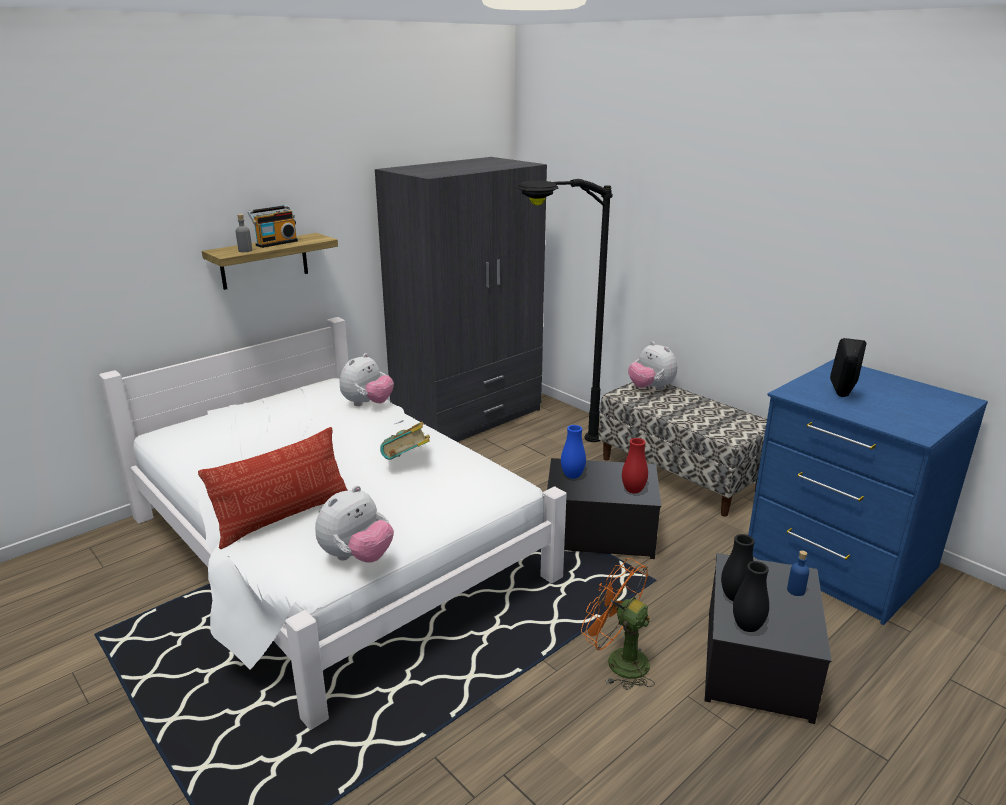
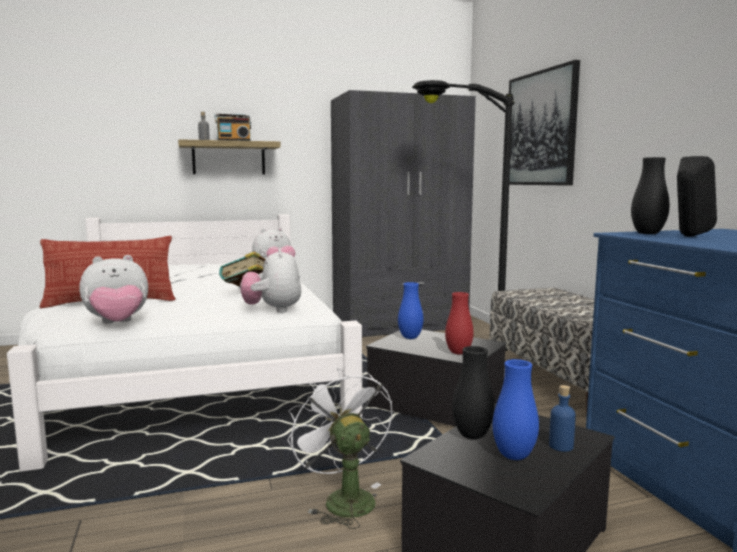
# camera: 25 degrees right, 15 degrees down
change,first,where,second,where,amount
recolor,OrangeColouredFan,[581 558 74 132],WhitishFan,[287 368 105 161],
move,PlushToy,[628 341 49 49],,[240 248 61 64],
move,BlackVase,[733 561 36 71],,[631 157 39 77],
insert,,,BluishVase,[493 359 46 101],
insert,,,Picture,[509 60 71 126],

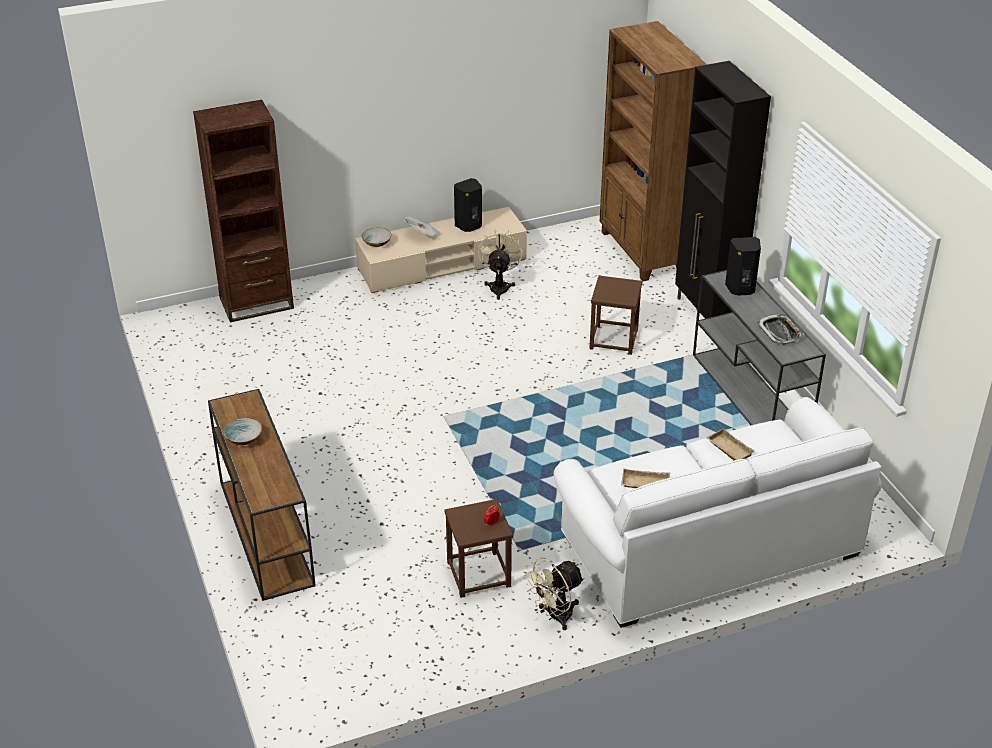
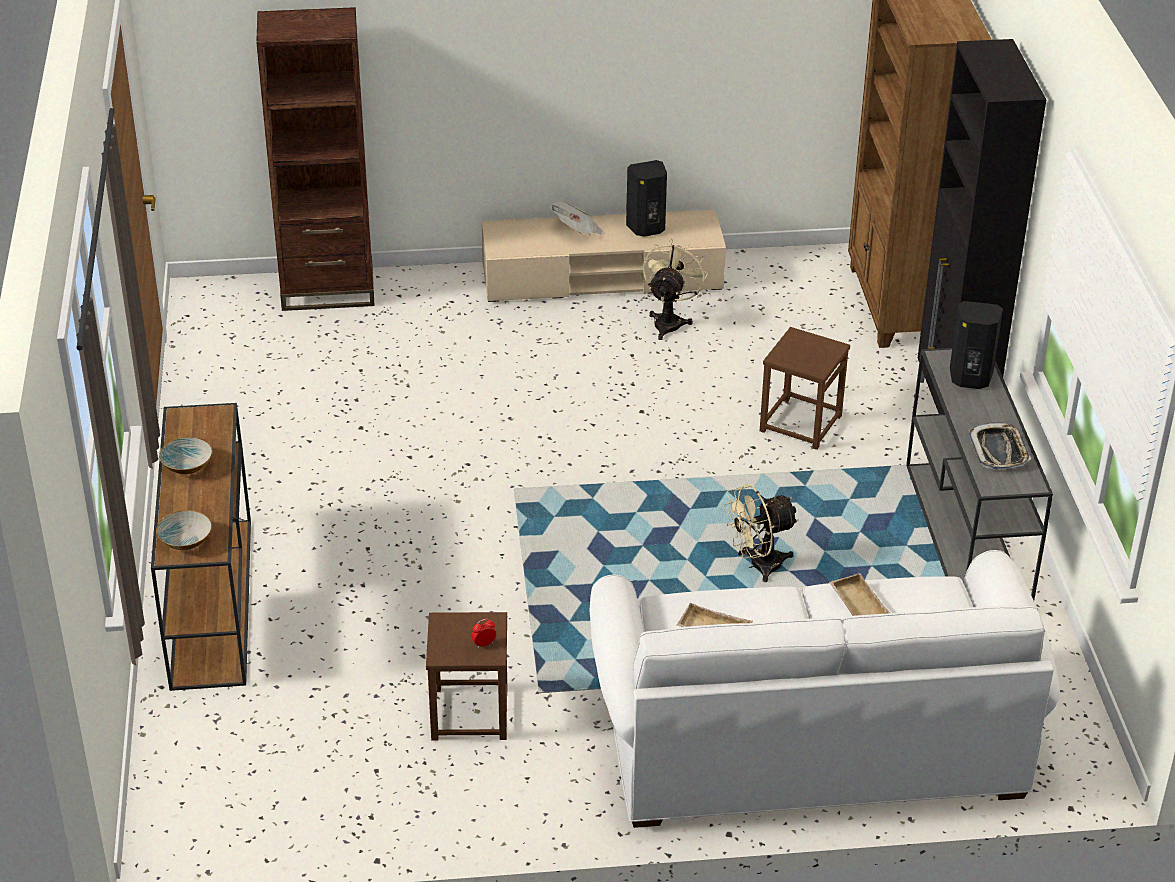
# camera: 15 degrees right, 0 degrees up
change,first,where,second,where,amount
move,DeepDish,[362 228 30 19],,[156 510 56 40],
move,BeigeFan,[523 558 61 72],,[723 484 76 98],

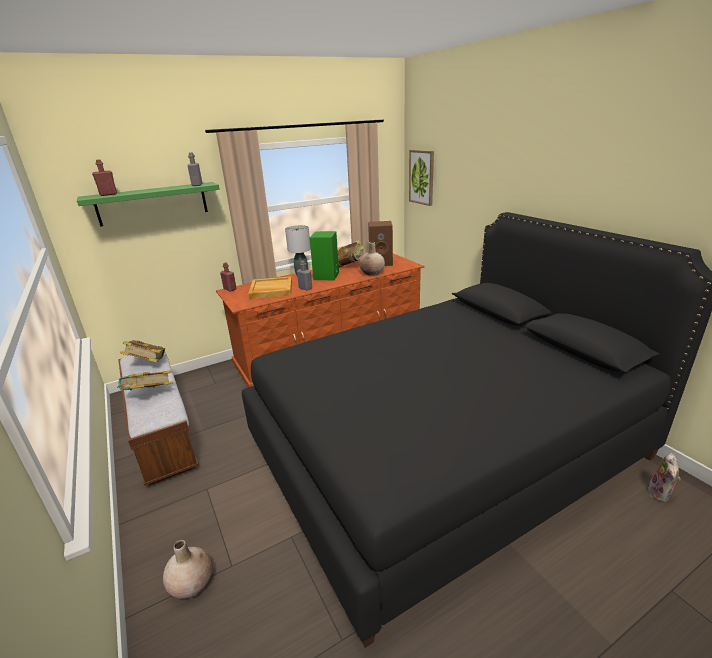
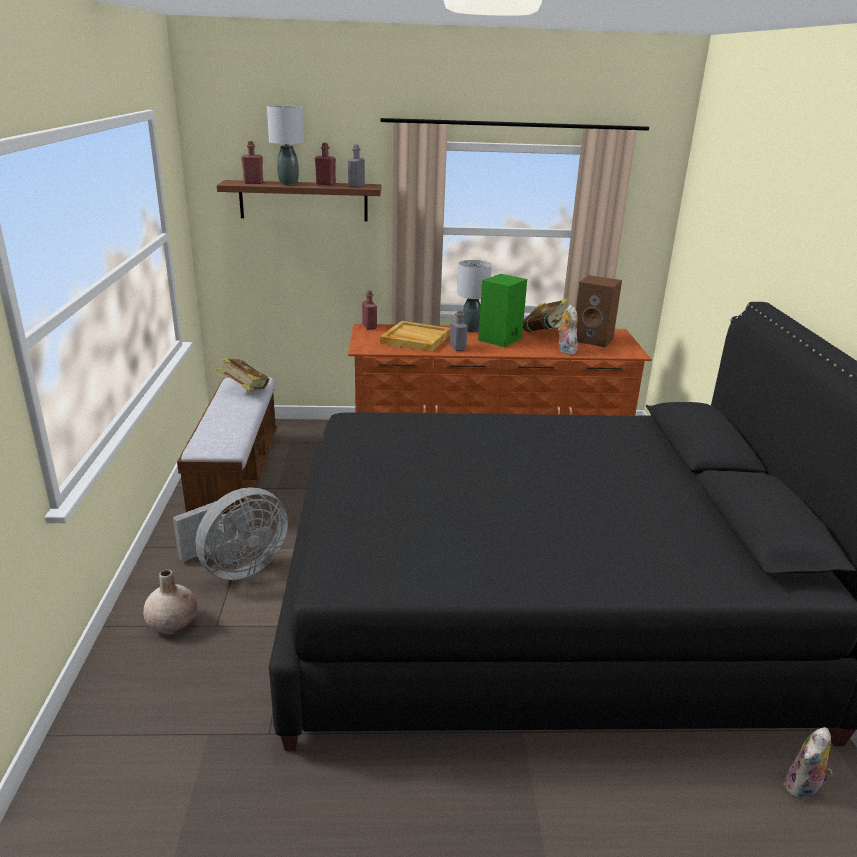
# camera: 25 degrees right, 0 degrees up
change,first,where,second,where,amount
recolor,GreenWallShelf,[77 182 143 45],BrownColouredWallShelf,[217 180 164 41],
delete,BoundBook,[117 370 56 20],,,
replace,BeigeVase,[359 242 26 34],PlushToy,[558 305 20 50],
delete,Picture,[409 150 25 56],,,
insert,,,GreyFan,[173 487 115 93],
insert,,,GreyTabletopLamp,[267 105 37 80],
insert,,,ReddishBottle,[315 143 21 42],

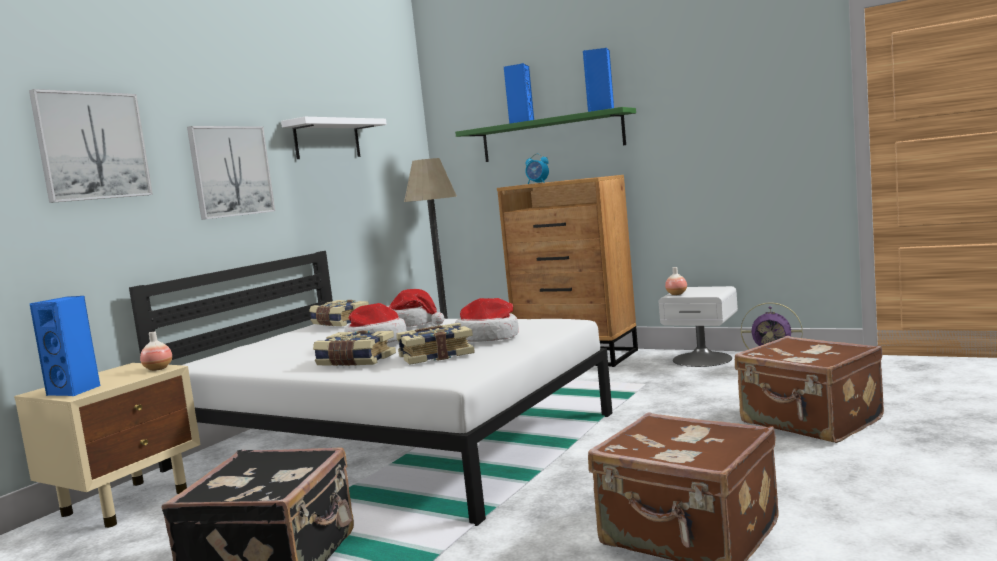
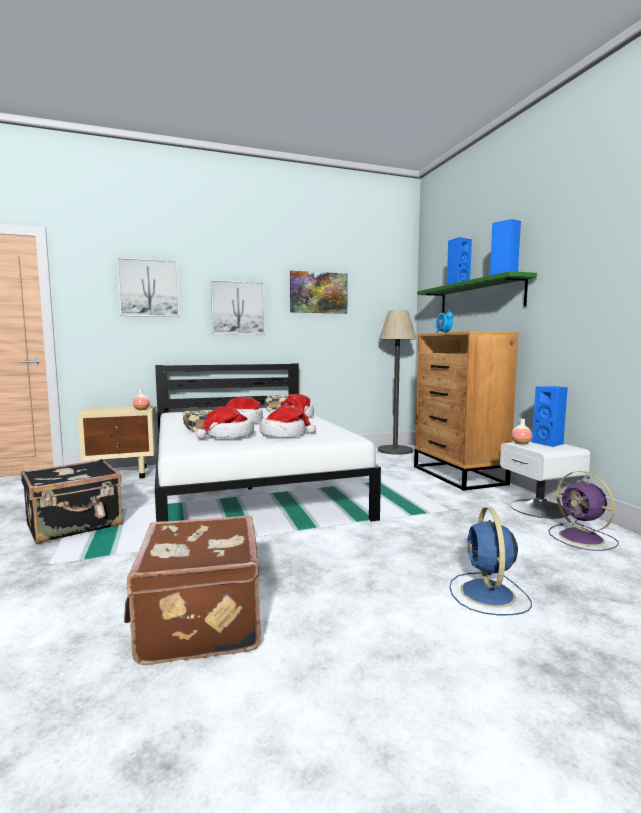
# camera: 40 degrees right, 0 degrees up
change,first,where,second,where,amount
move,BluishAudioSpeaker,[29 296 71 100],,[532 386 36 61],
replace,WhitishWallShelf,[281 117 106 42],Picture,[290 271 58 43],
replace,BoundBook,[397 323 78 42],Hat,[196 406 58 33],
replace,BrownColouredPieceOfLuggage,[735 336 149 107],BluishFan,[449 507 83 108],

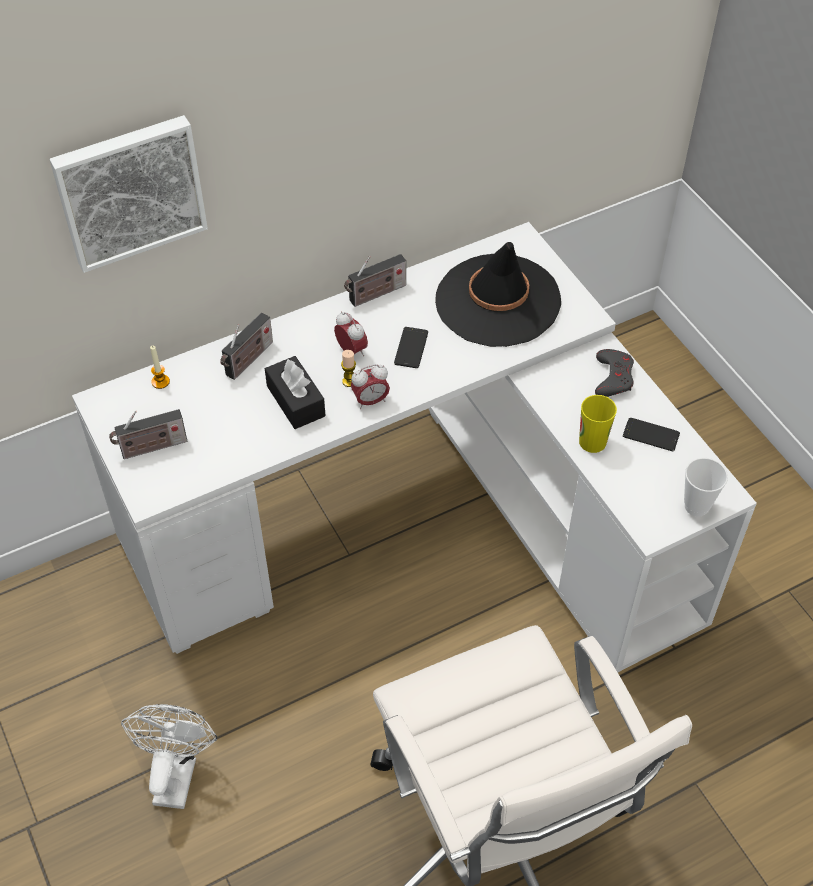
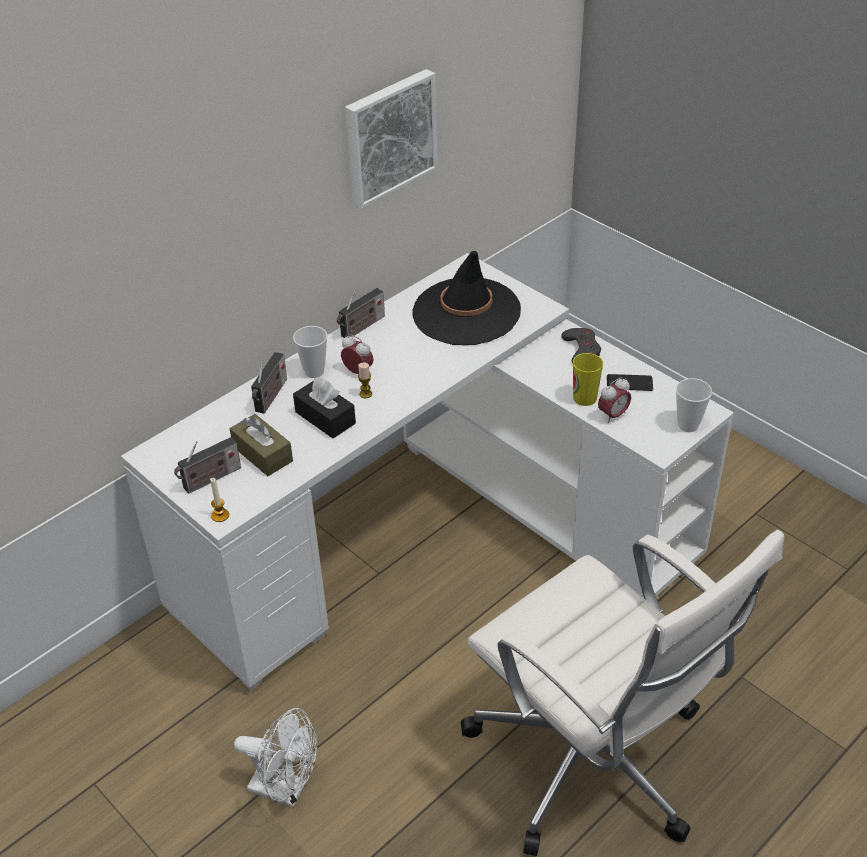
# camera: 15 degrees left, 10 degrees down
change,first,where,second,where,amount
move,Picture,[49 115 159 158],,[345 69 93 140],
rotate,WhitishFan,[121 704 96 105],,[234 708 83 99],120 degrees clockwise
move,WaxLight,[150 345 20 44],,[210 478 19 44],
move,TableClock,[351 364 39 45],,[598 377 33 46],
delete,Handset,[394 327 34 41],,,
insert,,,BrownColouredTissueHolder,[230 414 63 62],
insert,,,SmallCup,[293 326 34 52],

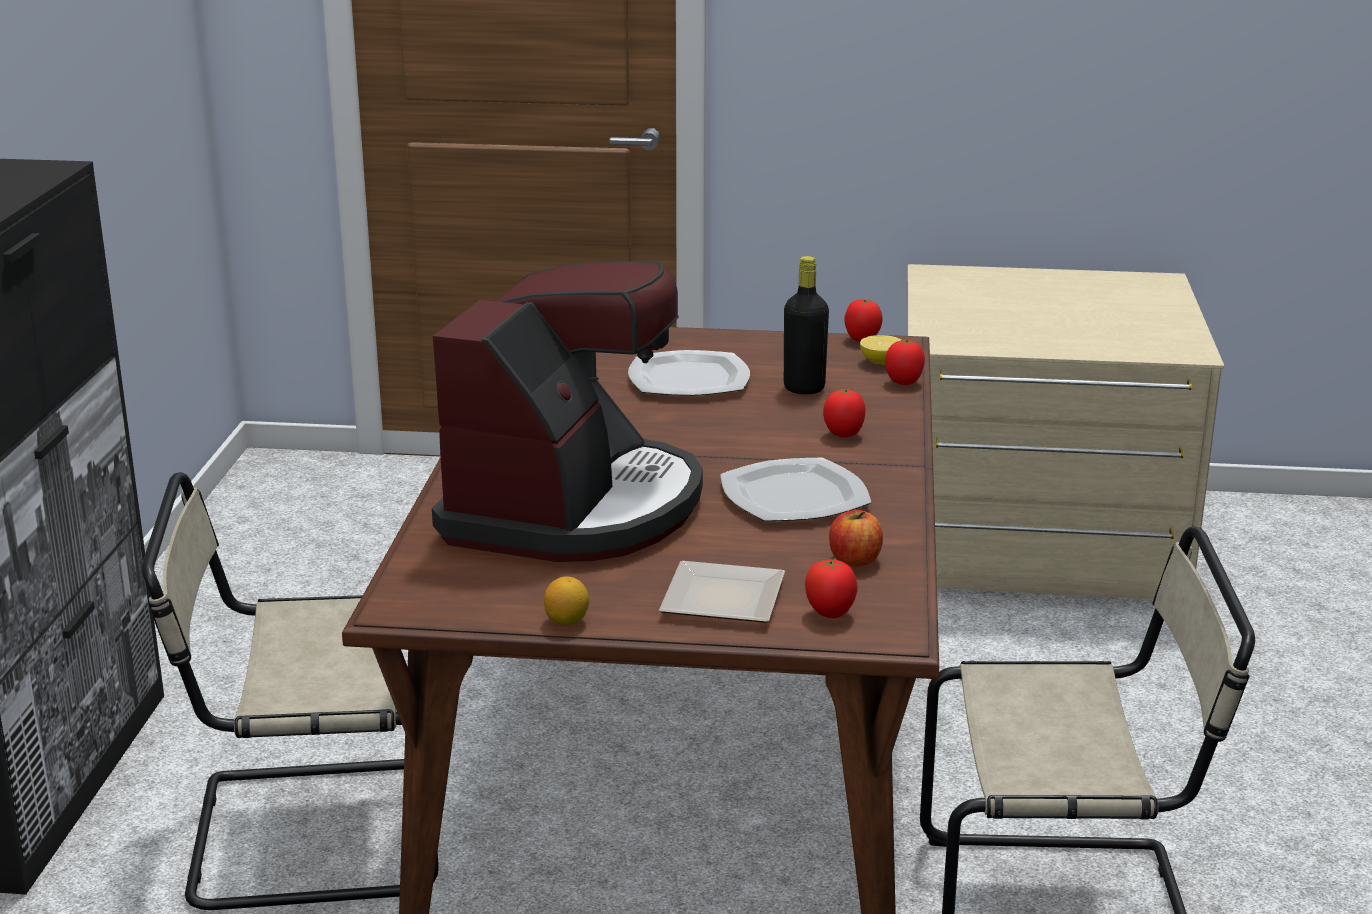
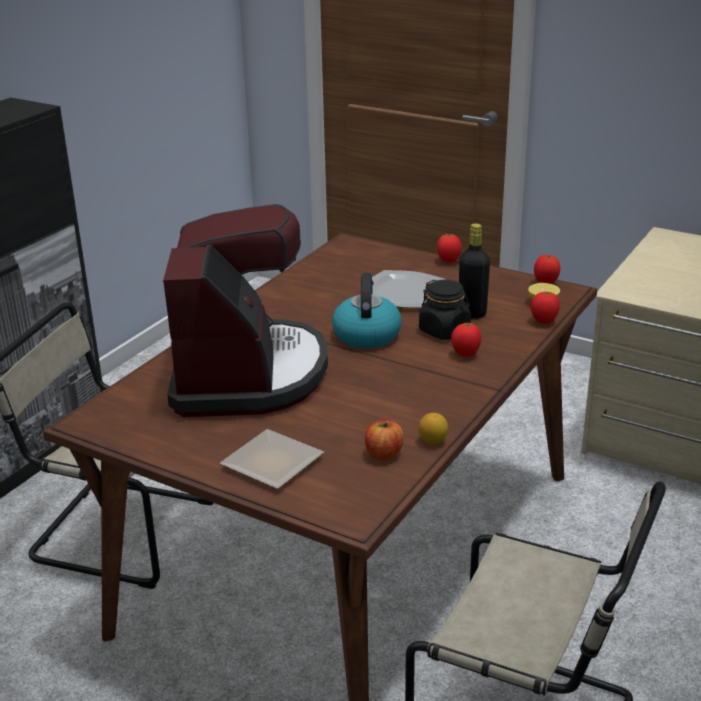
# camera: 25 degrees right, 5 degrees up
change,first,where,second,where,amount
rotate,CoffeeBrewer,[432 261 271 301],,[163 204 165 213],45 degrees counterclockwise
move,Lemon,[544 576 45 49],,[418 413 30 31],
delete,FlatDish,[720 458 151 63],,,
move,Tomato,[805 558 53 60],,[437 234 25 29],
insert,,,WaterKettle,[332 273 70 75],
insert,,,BlackStorageJar,[419 279 52 61],

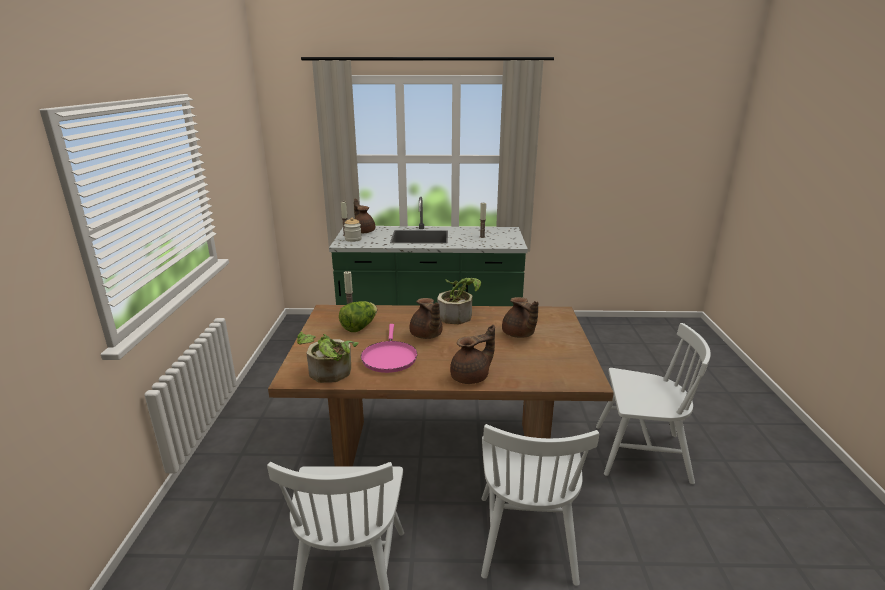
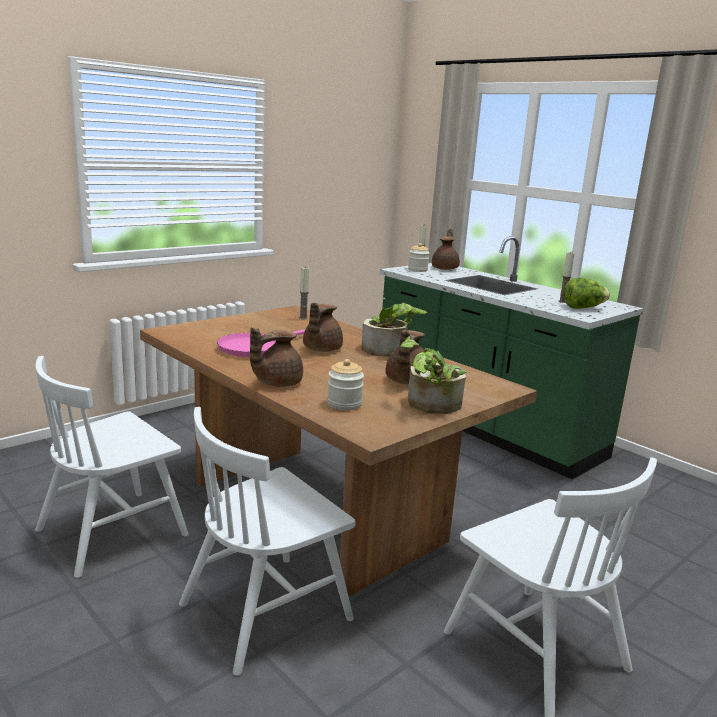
# camera: 45 degrees right, 5 degrees down
change,first,where,second,where,amount
move,PlantInAPot,[297 332 62 51],,[399 336 67 78],
move,Lettuce,[339 301 38 31],,[564 278 46 31],
rotate,BrownColouredTeaPot,[450 325 45 59],,[250 328 53 59],120 degrees clockwise
insert,,,StorageJar,[327 359 37 51],

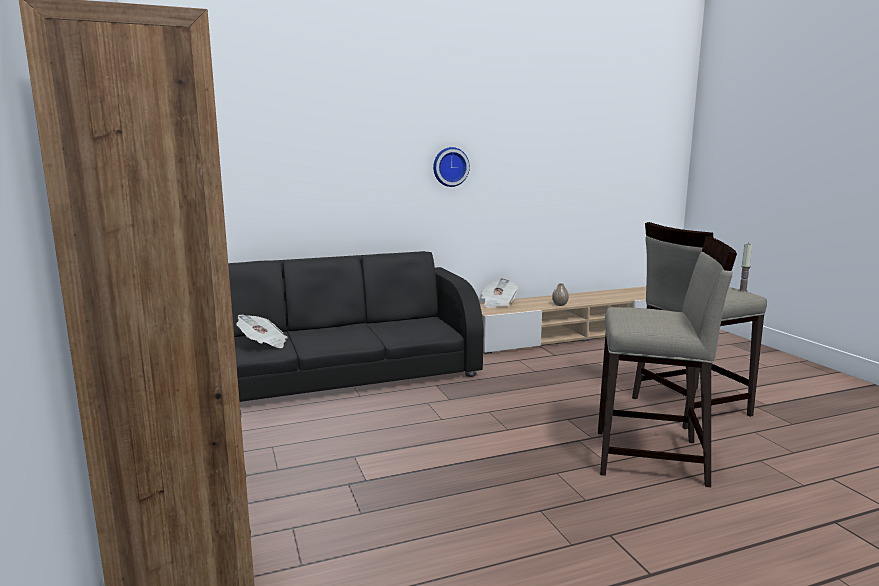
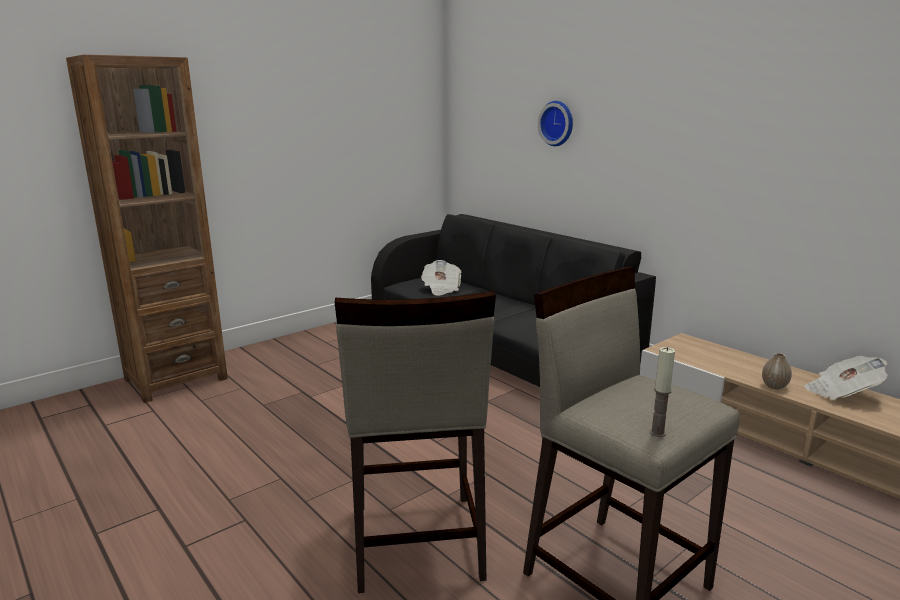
# camera: 70 degrees right, 5 degrees up
change,first,where,second,where,amount
move,WallClock,[433 147 37 40],,[538 101 35 45],
move,Newspaper,[481 278 38 30],,[804 356 84 44],

